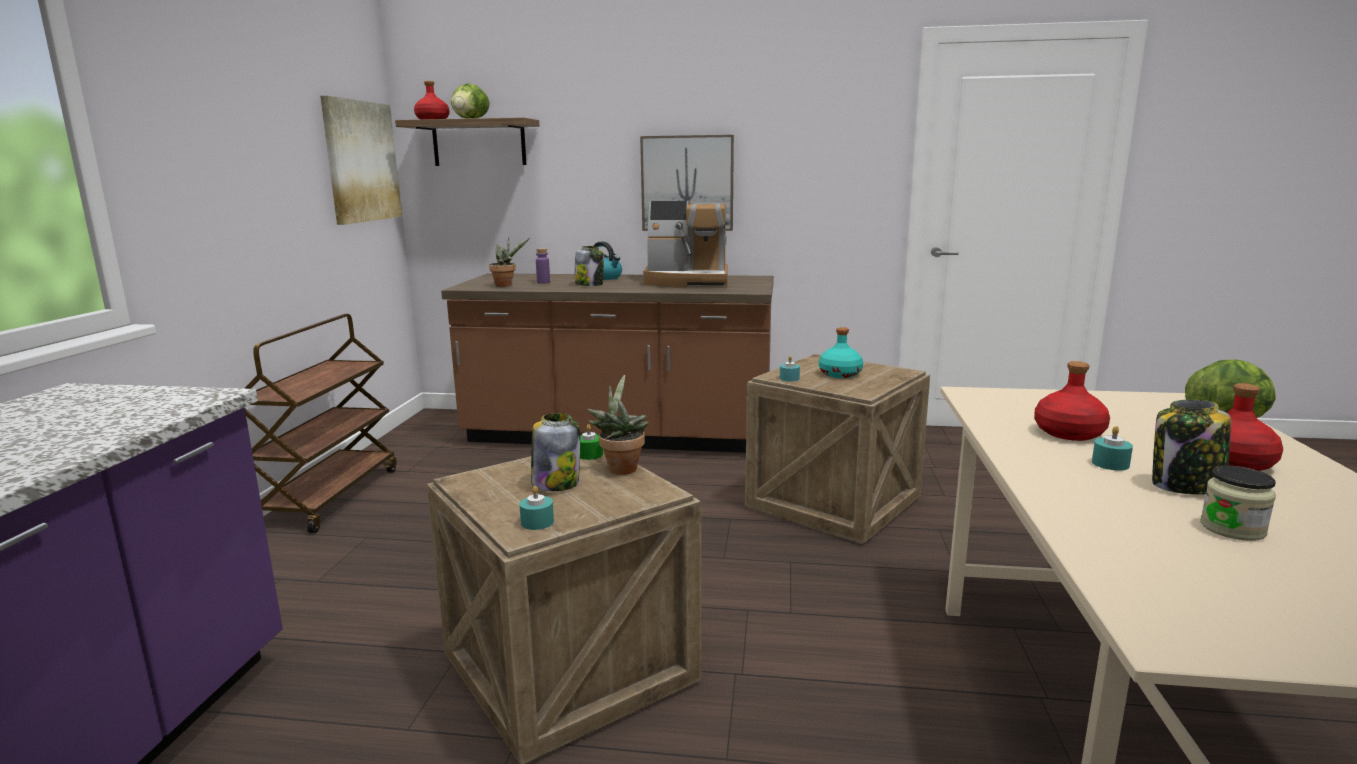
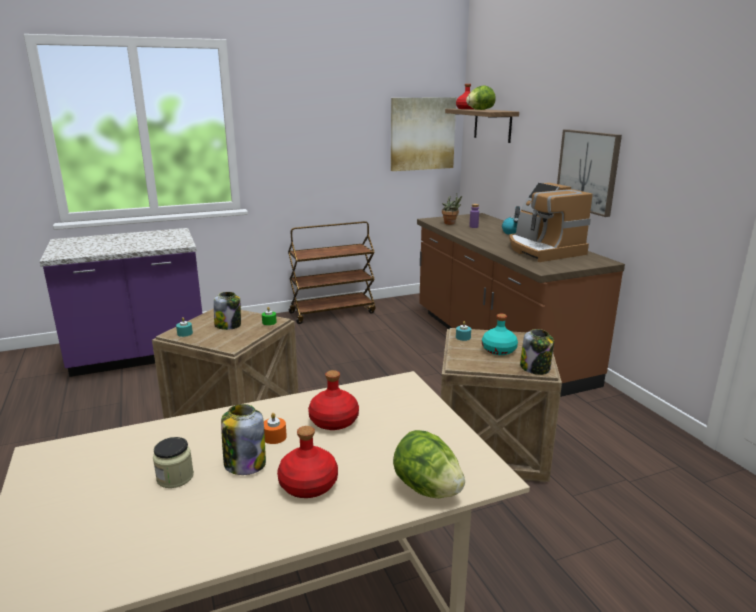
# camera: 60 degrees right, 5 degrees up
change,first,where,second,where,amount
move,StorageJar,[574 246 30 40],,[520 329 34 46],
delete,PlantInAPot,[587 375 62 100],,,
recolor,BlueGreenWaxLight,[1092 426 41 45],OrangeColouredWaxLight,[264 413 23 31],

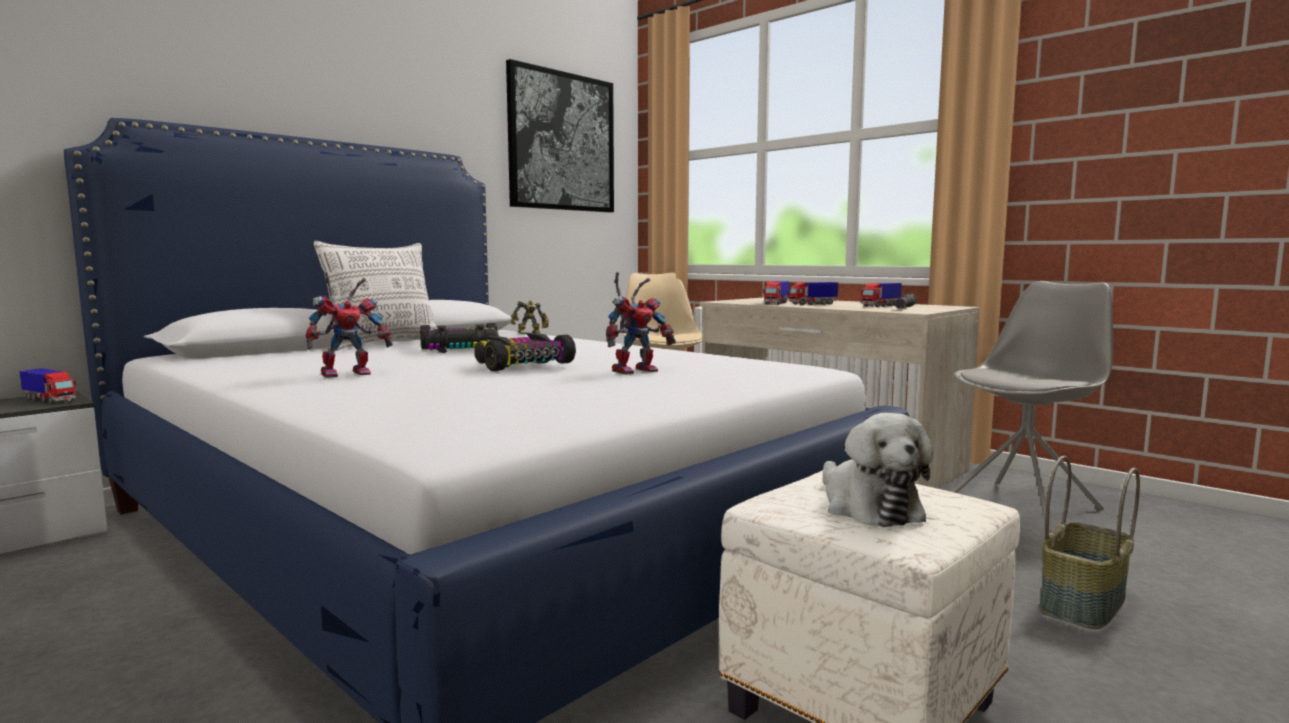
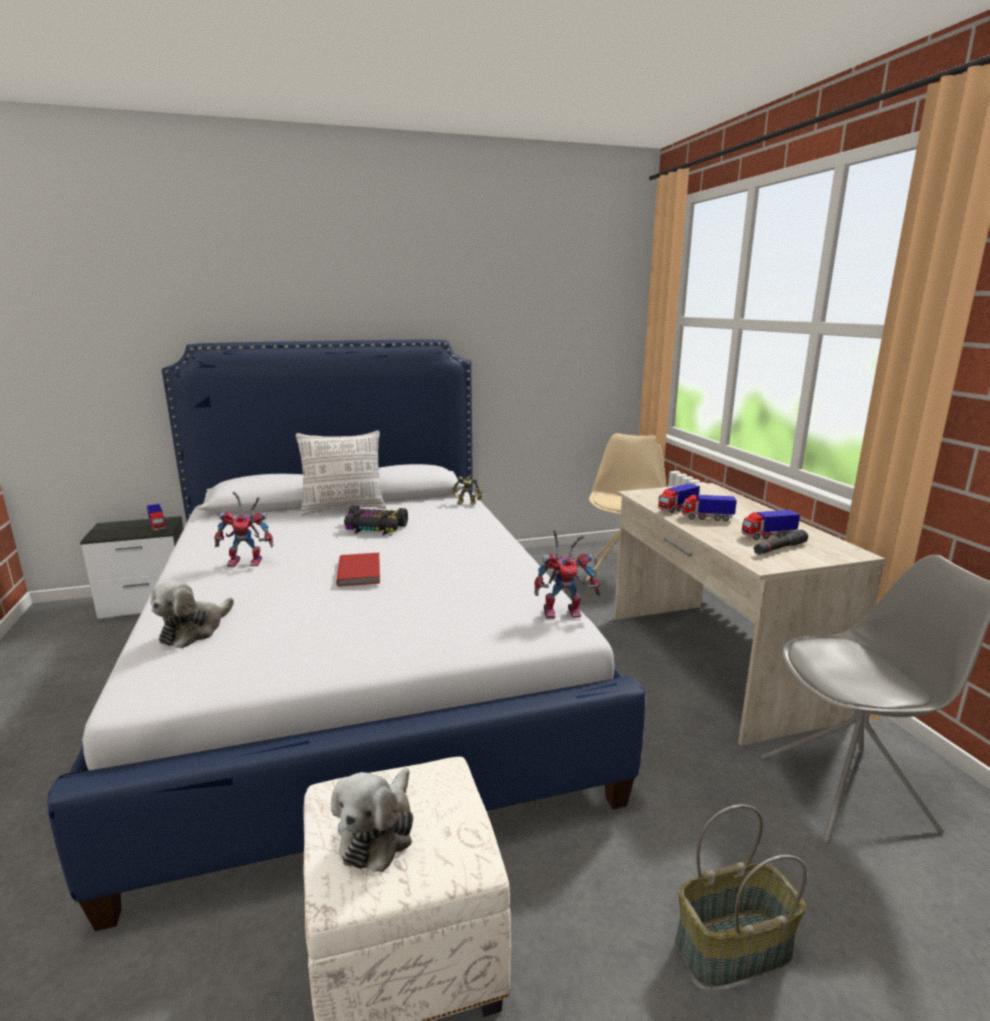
# camera: 30 degrees right, 10 degrees up
change,first,where,second,where,amount
replace,ModelCar,[474 332 102 39],ReddishBoundBook,[336 553 44 33],
delete,Picture,[506 59 108 153],,,
move,ToyRobot,[606 272 70 103],,[534 529 67 90],
insert,,,PlushToy,[151 580 83 68],

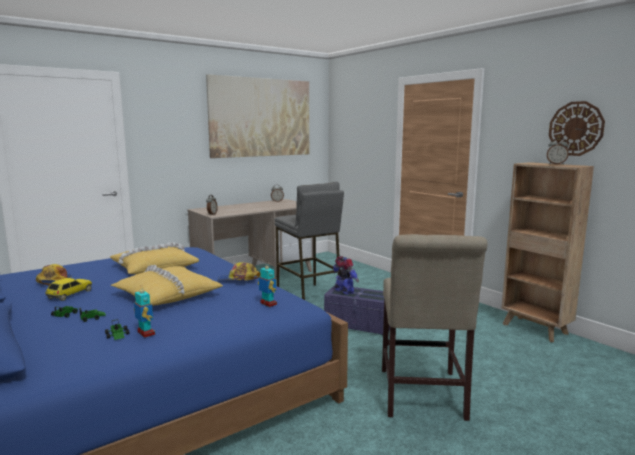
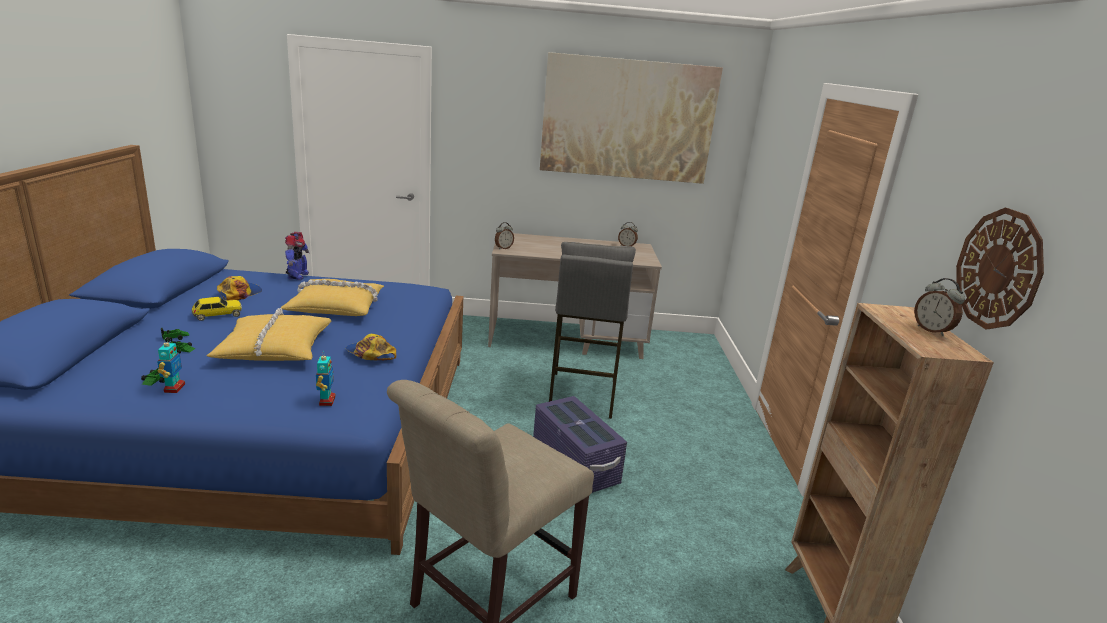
# camera: 35 degrees right, 10 degrees up
change,first,where,second,where,amount
move,ToyRobot,[333 256 26 39],,[285 232 24 48],

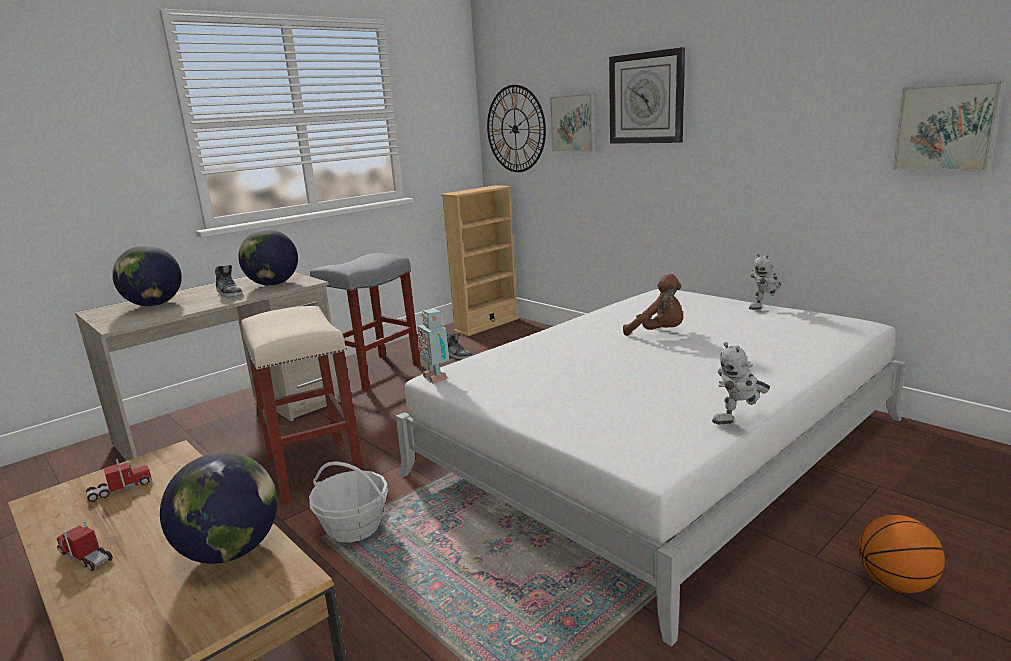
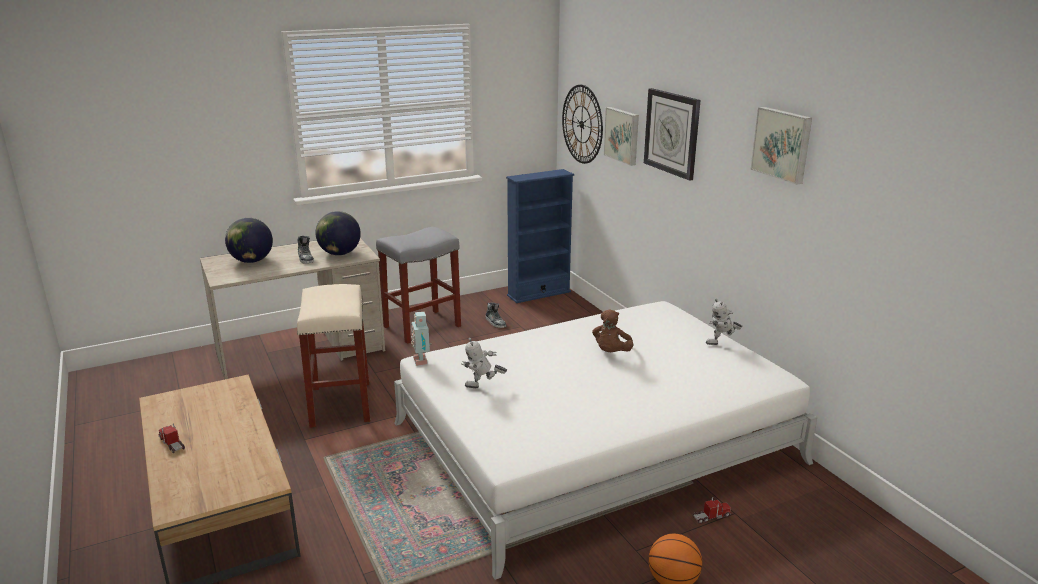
# camera: 15 degrees right, 5 degrees up
change,first,where,second,where,amount
move,ToyLorry,[86 459 66 43],,[692 497 39 27],
delete,DeskGlobe,[160 452 117 112],,,
delete,HouseholdBasket,[309 462 79 81],,,
recolor,BeigeShelvingUnit,[441 185 78 151],BluishShelvingUnit,[506 169 68 134],
rotate,BrownColouredPlushToy,[623 274 60 62],,[592 309 41 43],60 degrees clockwise
move,ToyRobot,[712 342 58 82],,[461 338 46 50],
move,Picture,[893 81 111 90],,[751 107 61 78],

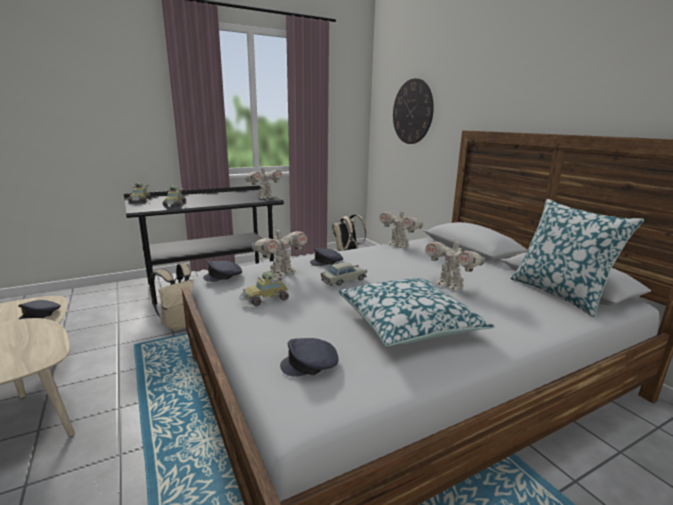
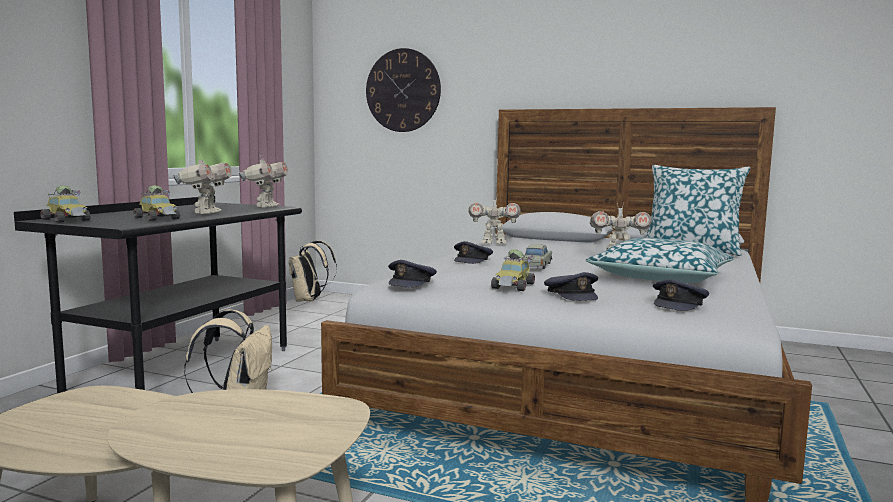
# camera: 40 degrees left, 10 degrees down
change,first,where,second,where,amount
move,GreyBaseballCap,[18 300 43 19],,[544 272 54 29],
move,ToyRobot,[251 225 57 52],,[173 154 59 60],

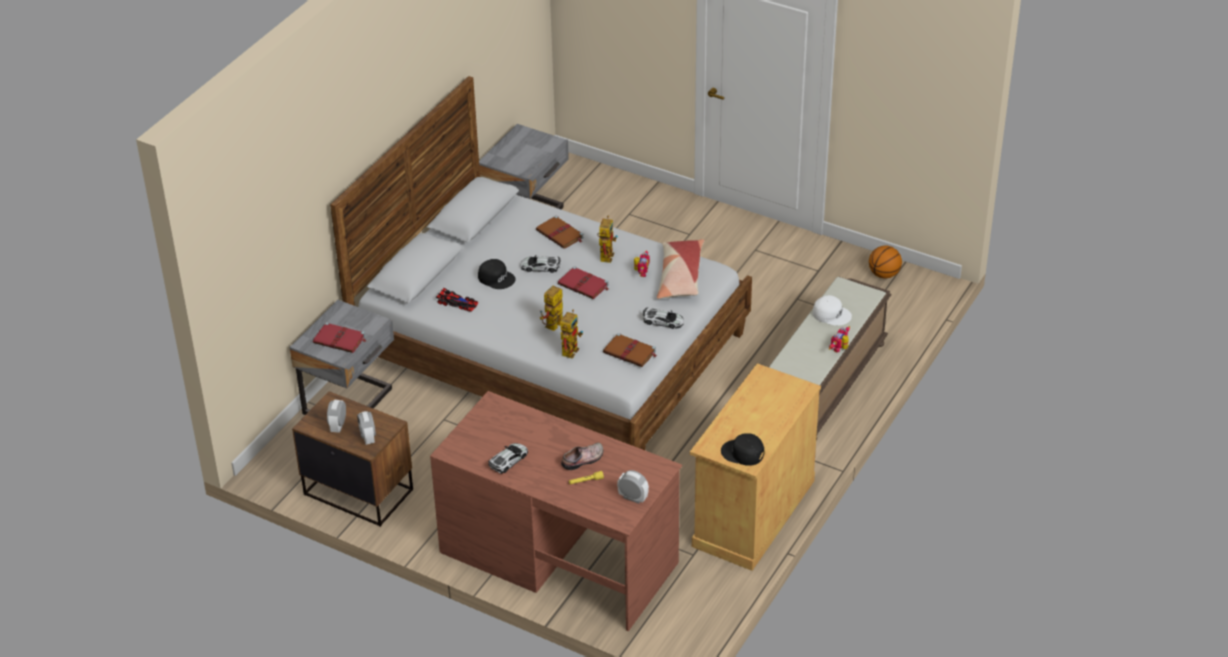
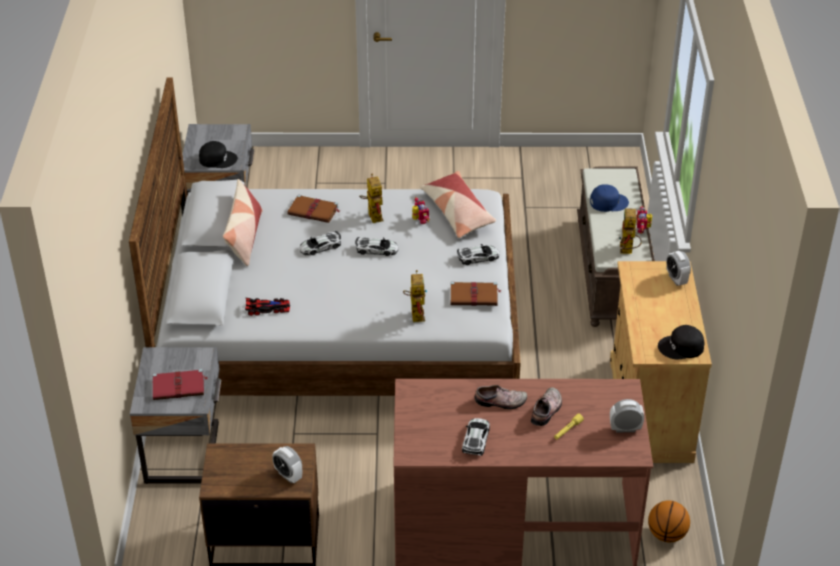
# camera: 30 degrees left, 0 degrees up
change,first,where,second,where,amount
move,TableClock,[327 400 19 33],,[666 251 25 35],
move,BlackBaseballCap,[478 259 38 30],,[199 141 39 27],
move,ToyRobot,[540 285 23 46],,[619 208 23 46],
replace,ReddishBoundBook,[558 266 51 33],ModelCar,[355 237 43 19],
recolor,WhitishBaseballCap,[813 295 39 31],BluishBaseballCap,[590 184 39 28],
move,Basketball,[869 246 33 33],,[648 500 42 43],
insert,,,Cushion,[223 179 40 87],
insert,,,ItemOfFootwear,[475 385 52 24],

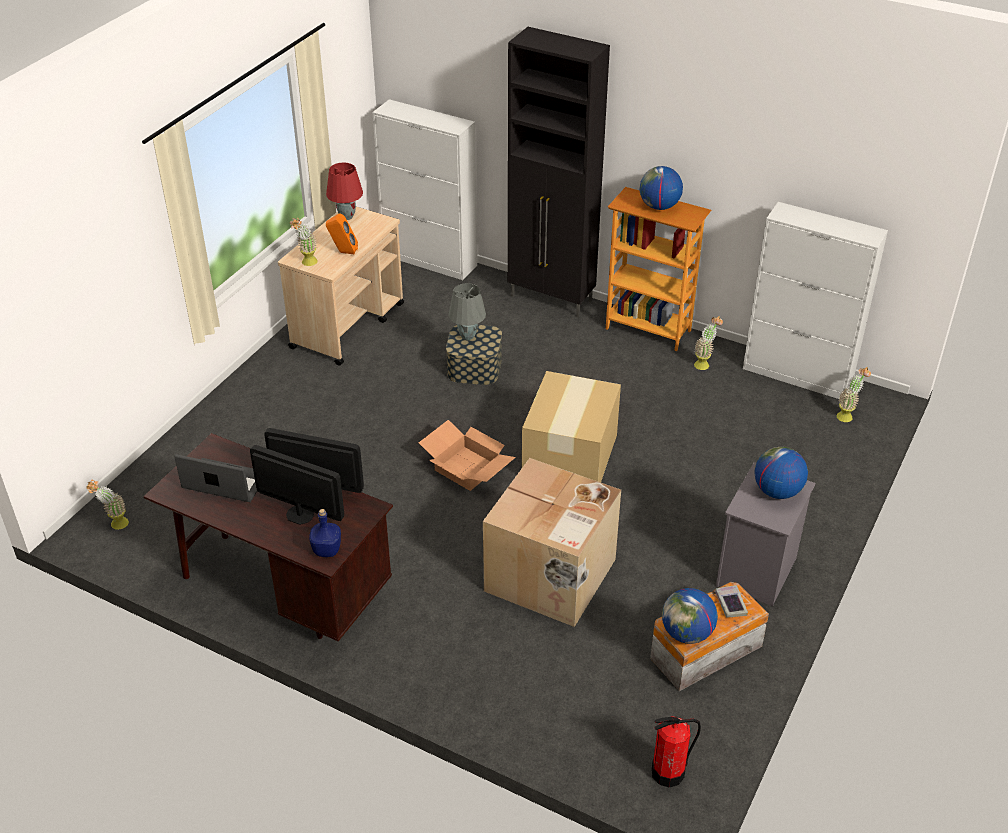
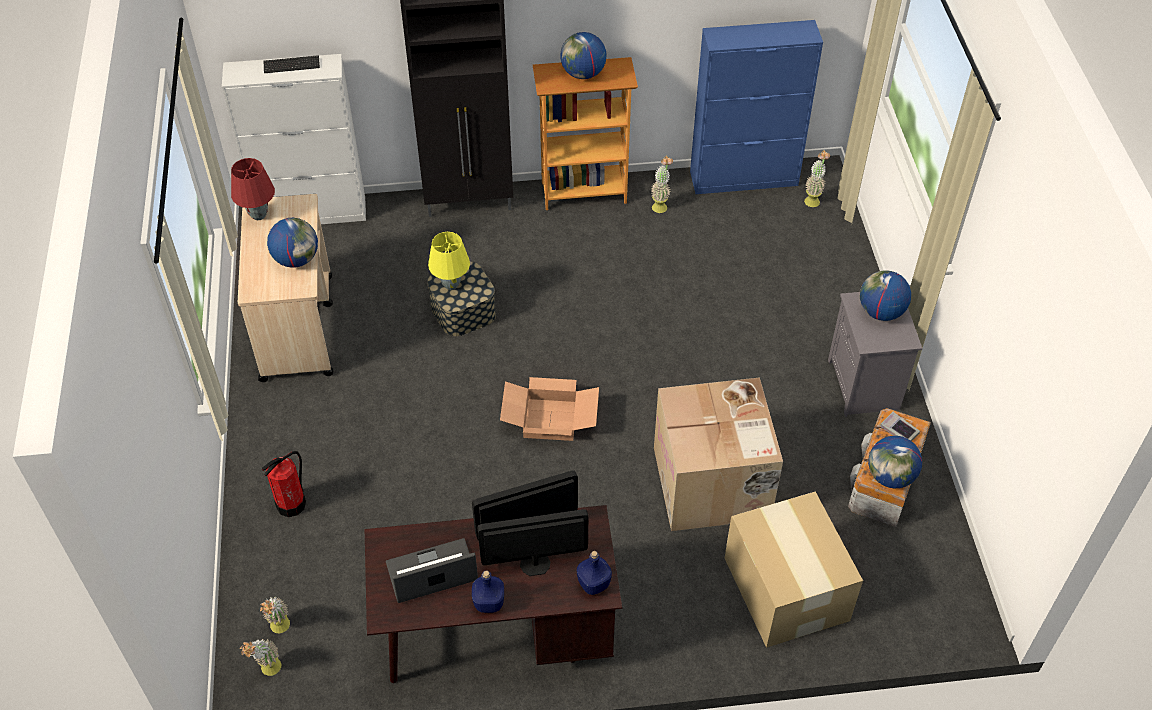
# camera: 35 degrees left, 10 degrees up
change,first,where,second,where,amount
move,PlantInAPot,[290 218 28 48],,[260 597 30 37],
replace,OrangeColouredAudioSpeaker,[326 213 32 41],DeskGlobe,[267 218 51 50],
recolor,GreyTabletopLamp,[448 283 38 57],YellowishTabletopLamp,[428 232 42 58],
move,CardboardBox,[522 371 99 111],,[725 491 138 157],
move,Extinguisher,[652 716 49 71],,[262 451 44 66],
recolor,WhitishStorageCabinet,[743 202 145 197],BluishStorageCabinet,[690 20 133 174],
insert,,,ComputerKeyboard,[264 55 56 18],
insert,,,BluishBottle,[472 570 32 43],

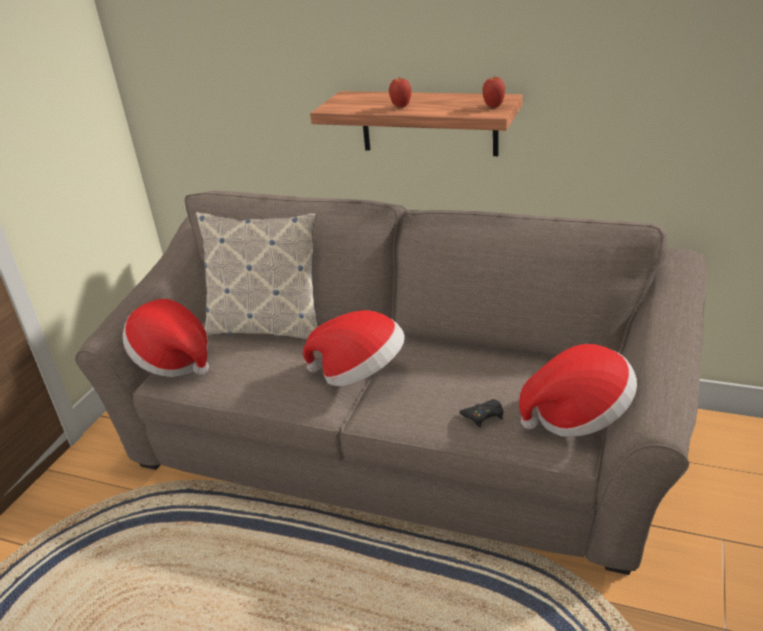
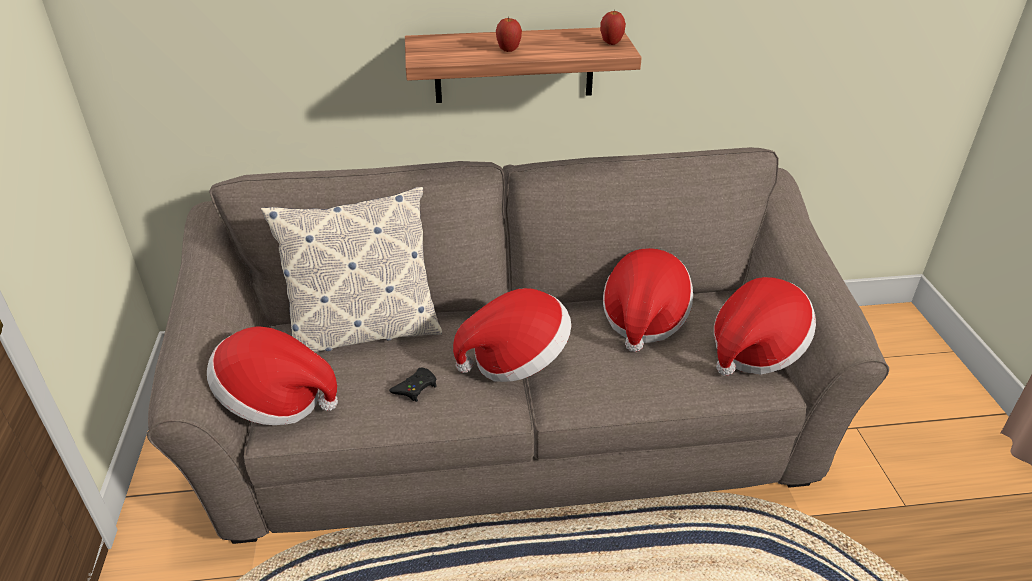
# camera: 30 degrees left, 5 degrees up
change,first,where,second,where,amount
move,BlackJoypad,[459 399 45 28],,[389 368 48 34],
insert,,,Hat,[603 248 90 104],

